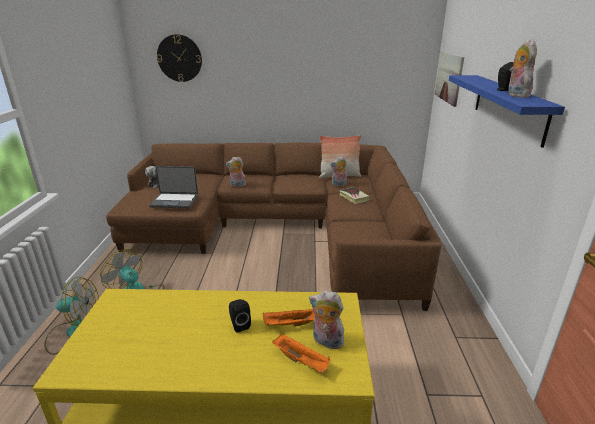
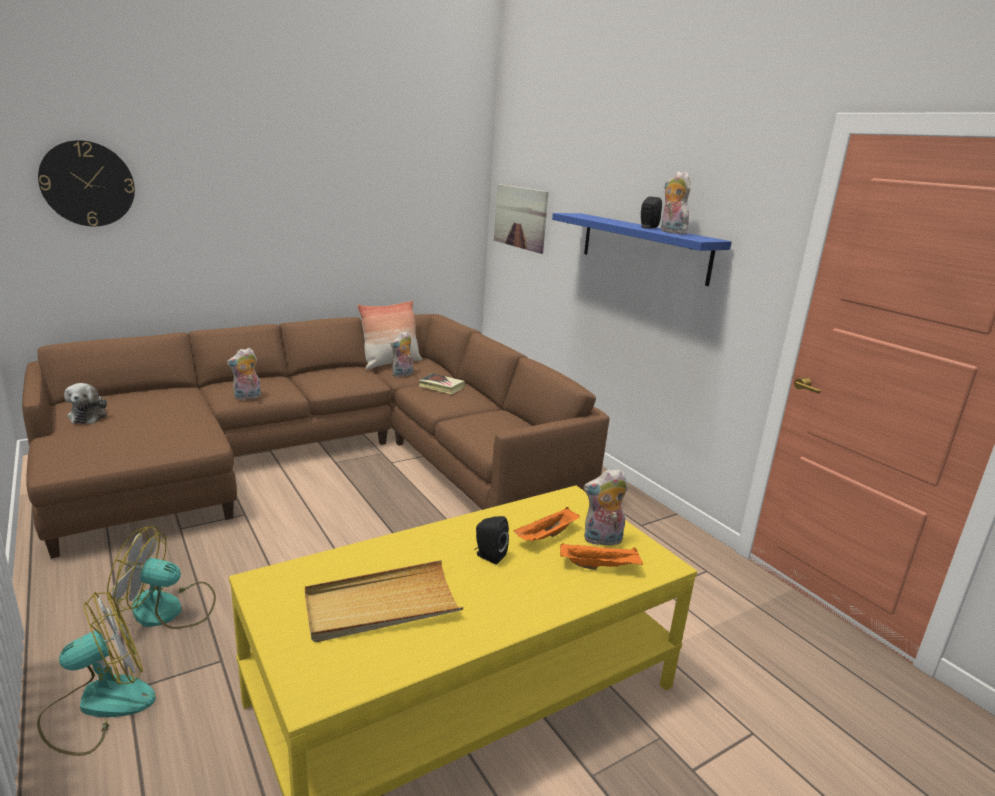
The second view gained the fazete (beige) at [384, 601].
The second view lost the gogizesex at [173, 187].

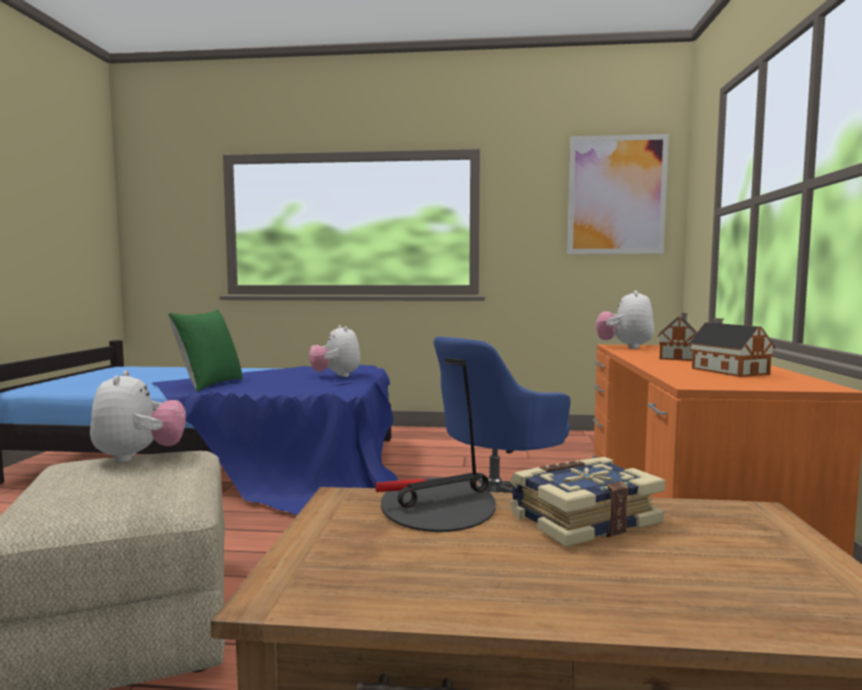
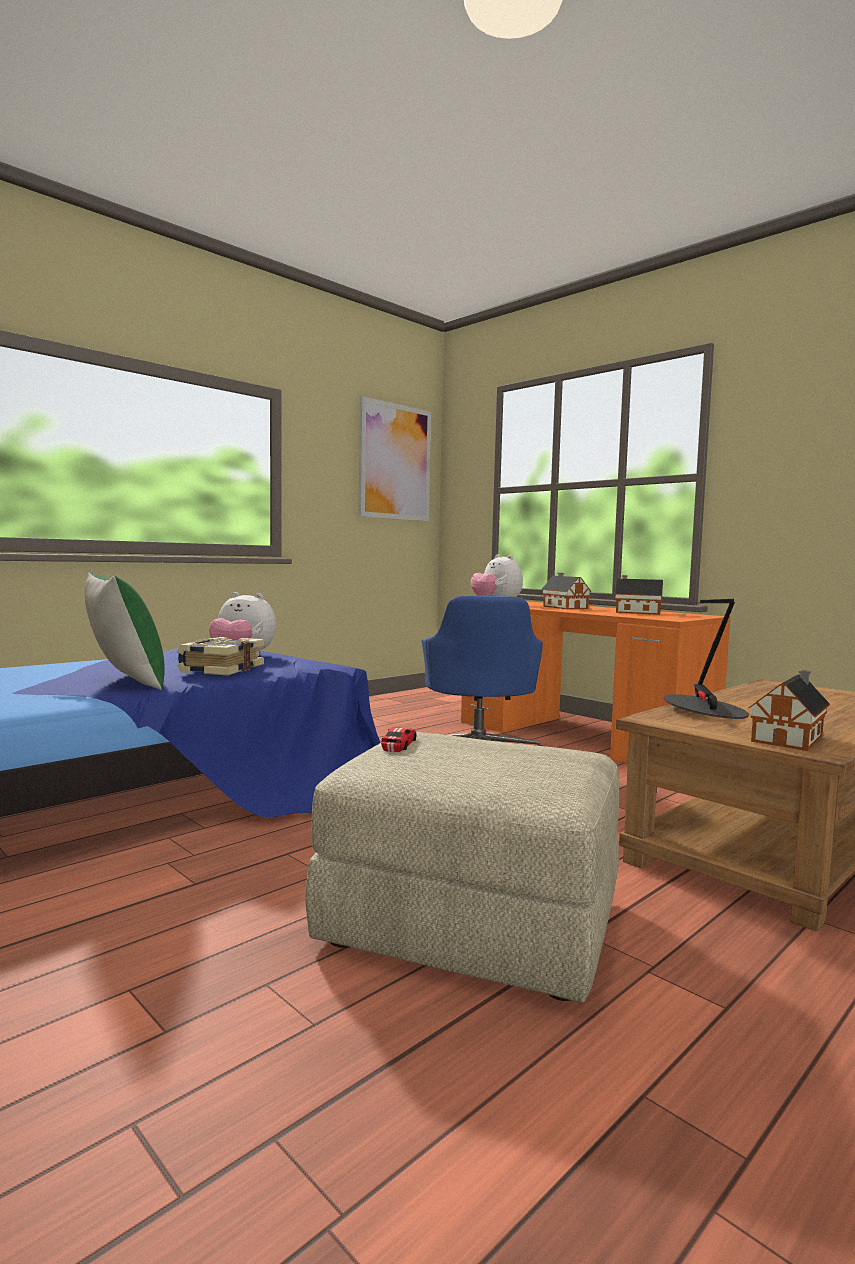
The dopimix ended up elsewhere, having gone from [587, 502] to [220, 656].
Where the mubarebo stood at [138, 416], the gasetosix came to stand at [398, 739].
The second view gained the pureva at [789, 710].

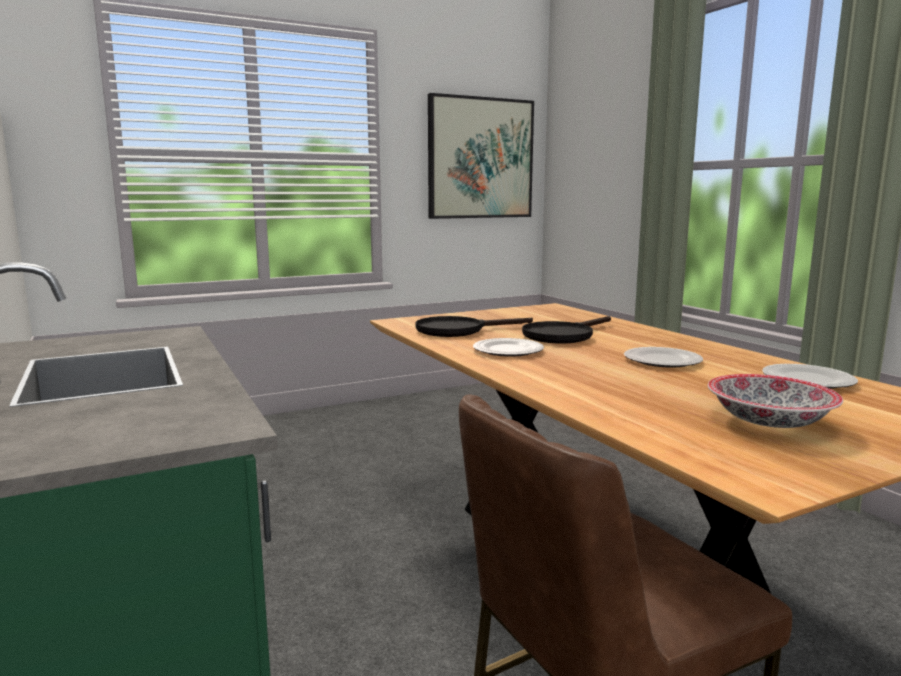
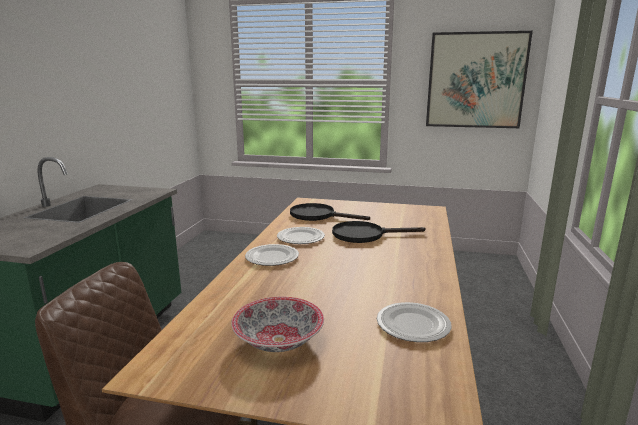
The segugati ended up elsewhere, having gone from [663, 357] to [272, 255].

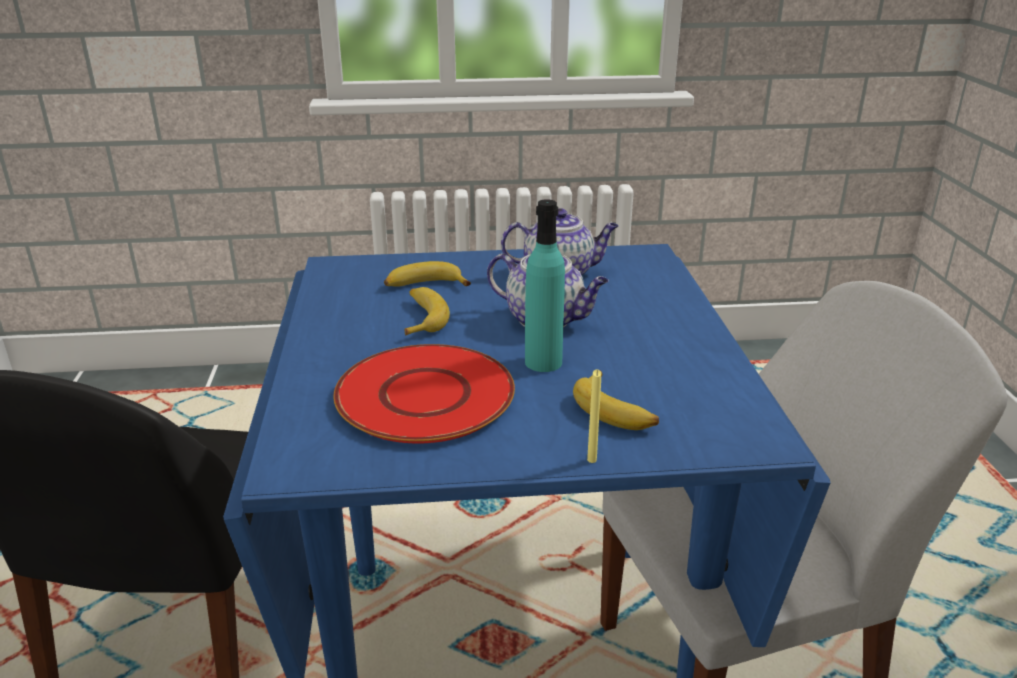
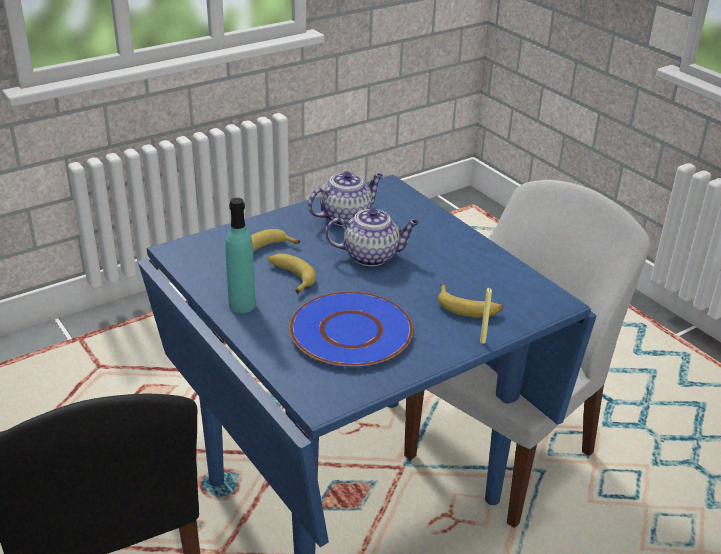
The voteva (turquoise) ended up elsewhere, having gone from [545, 285] to [240, 255].
What was the segugati (red) at [424, 394] turned into the segugati (blue) at [351, 330].

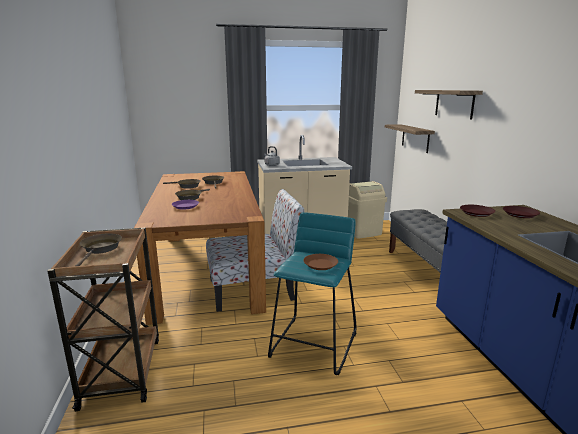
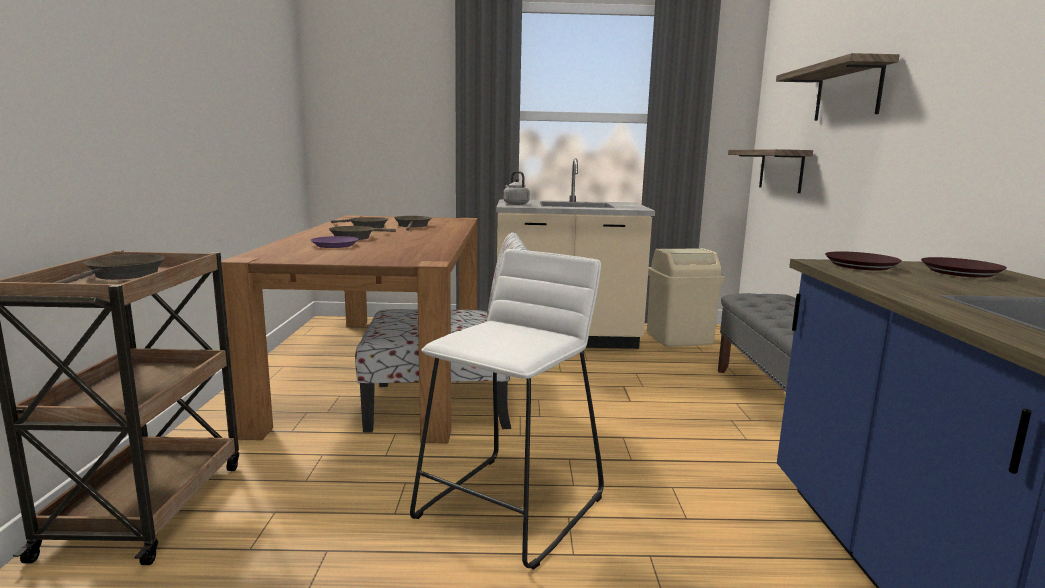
What was the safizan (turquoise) at [312, 293] turned into the safizan (white) at [507, 409].
The second view lost the segugati (brown) at [320, 262].

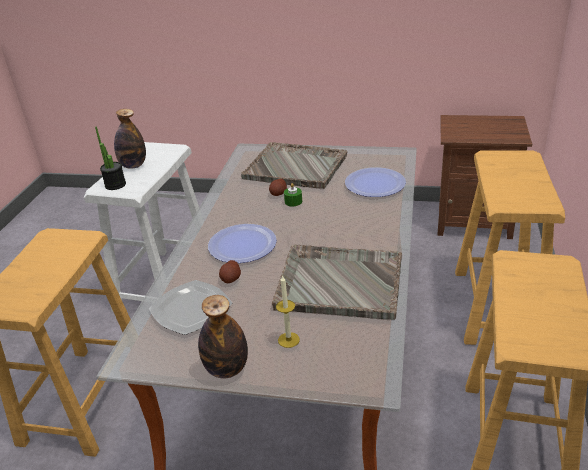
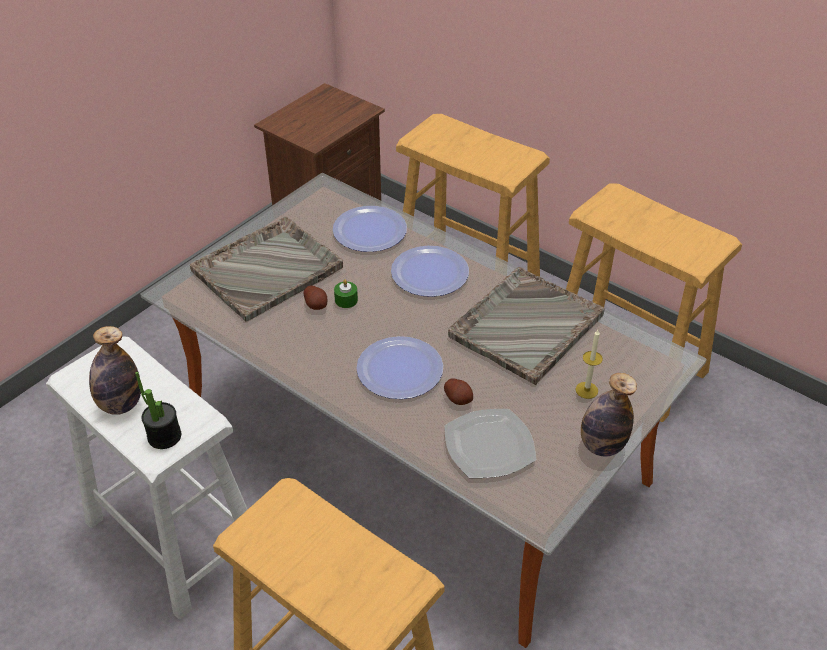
The second view gained the segugati at [430, 271].

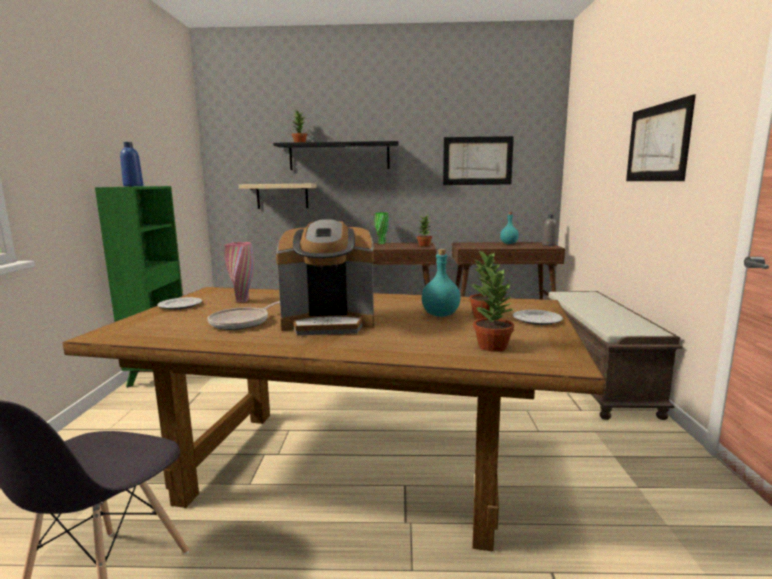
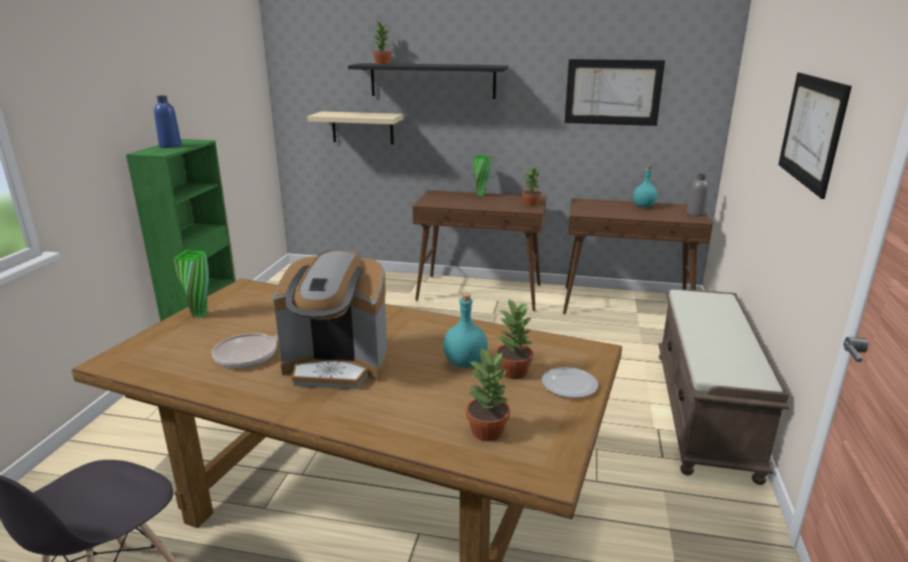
Where the segugati stood at [179, 303], the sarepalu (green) came to stand at [191, 284].
The second view lost the sarepalu (pink) at [239, 272].

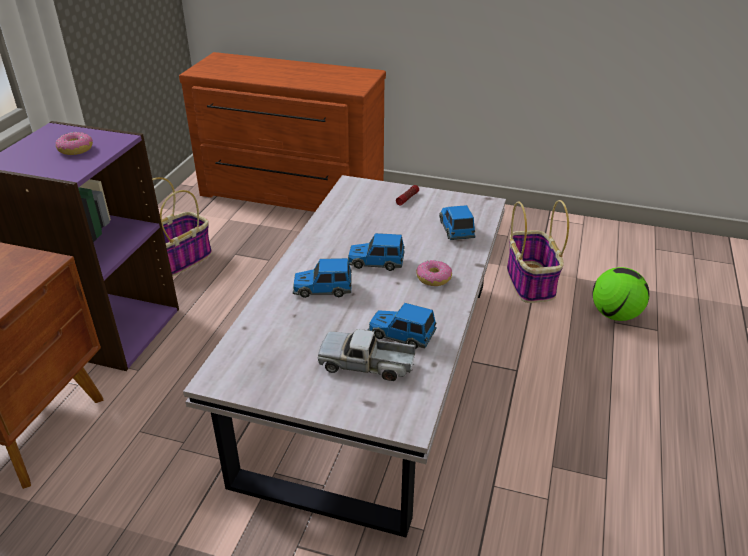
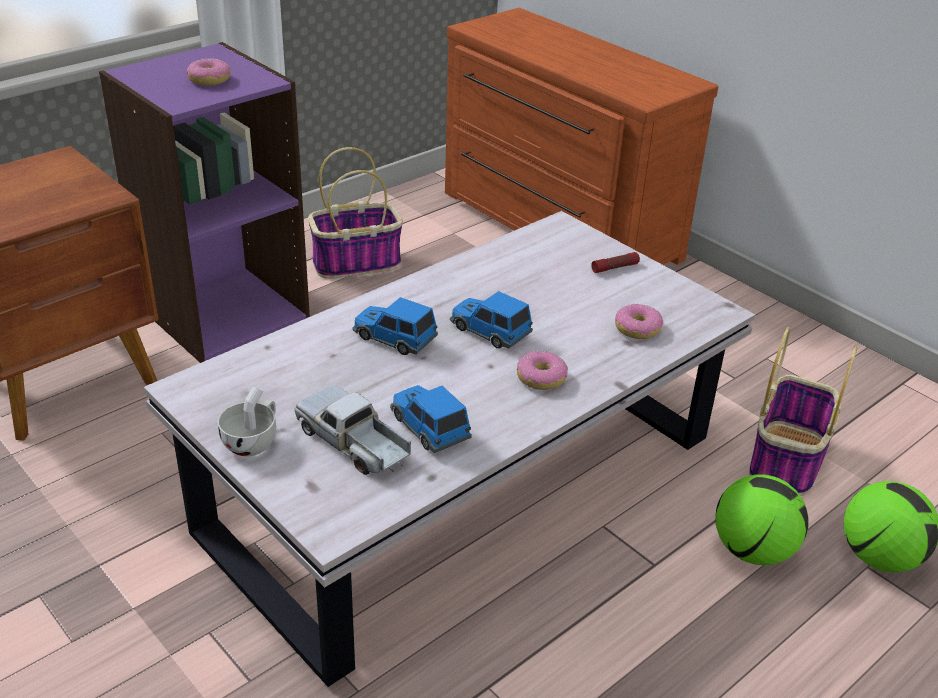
The second view gained the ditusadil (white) at [247, 421].
Where the gasetosix stood at [457, 222], the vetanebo came to stand at [639, 321].
The second view gained the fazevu at [762, 519].

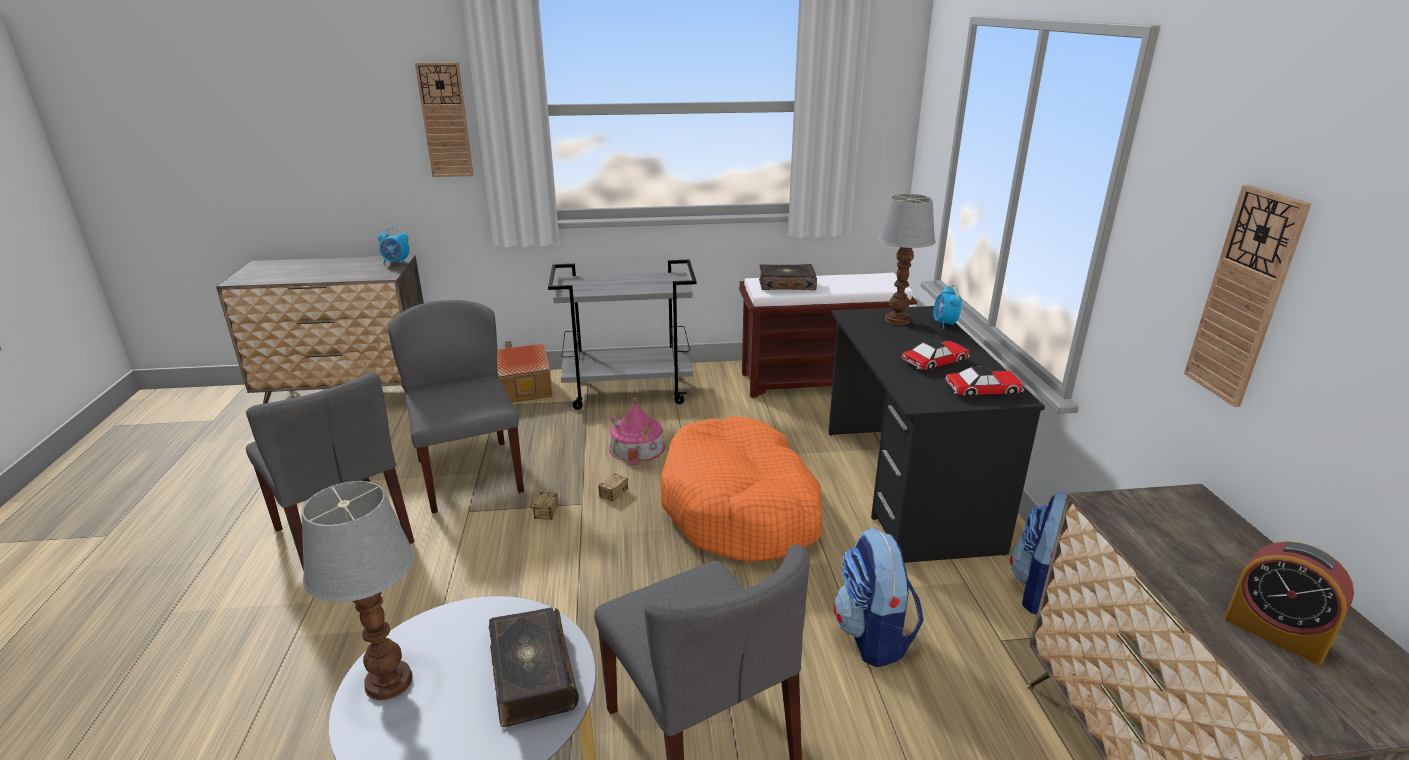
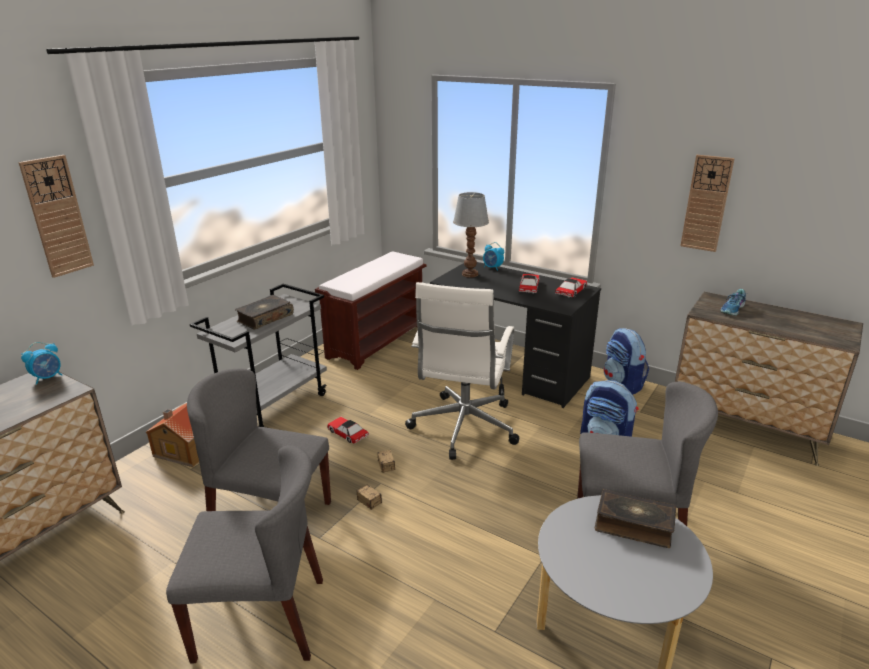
The dopimix ended up elsewhere, having gone from [788, 277] to [264, 312].
Where the pureva stood at [637, 431], the gasetosix came to stand at [348, 430].
Where the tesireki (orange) stood at [741, 489], the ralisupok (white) came to stand at [462, 371].
The second view gained the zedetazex at [733, 302].
The second view lost the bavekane at [358, 590].
The second view lost the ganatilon at [1289, 603].

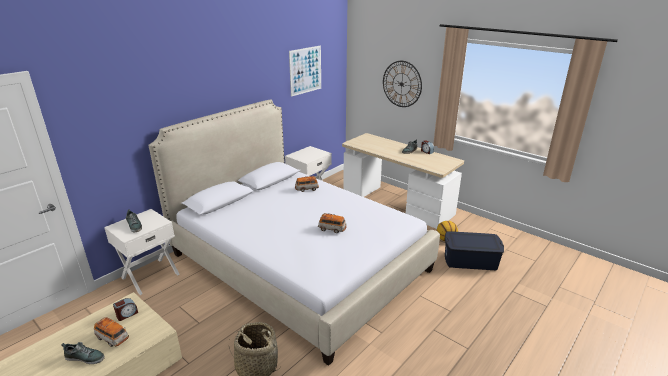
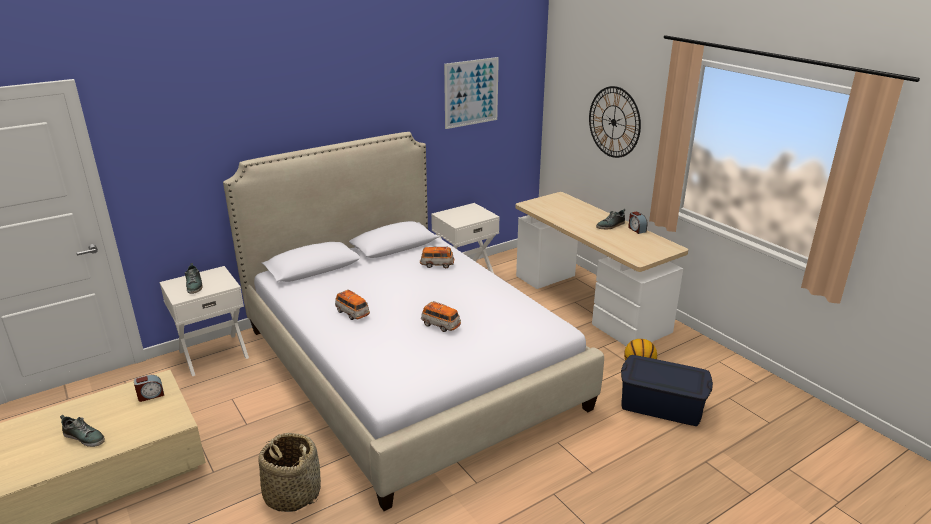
The gasetosix ended up elsewhere, having gone from [111, 332] to [352, 304].

